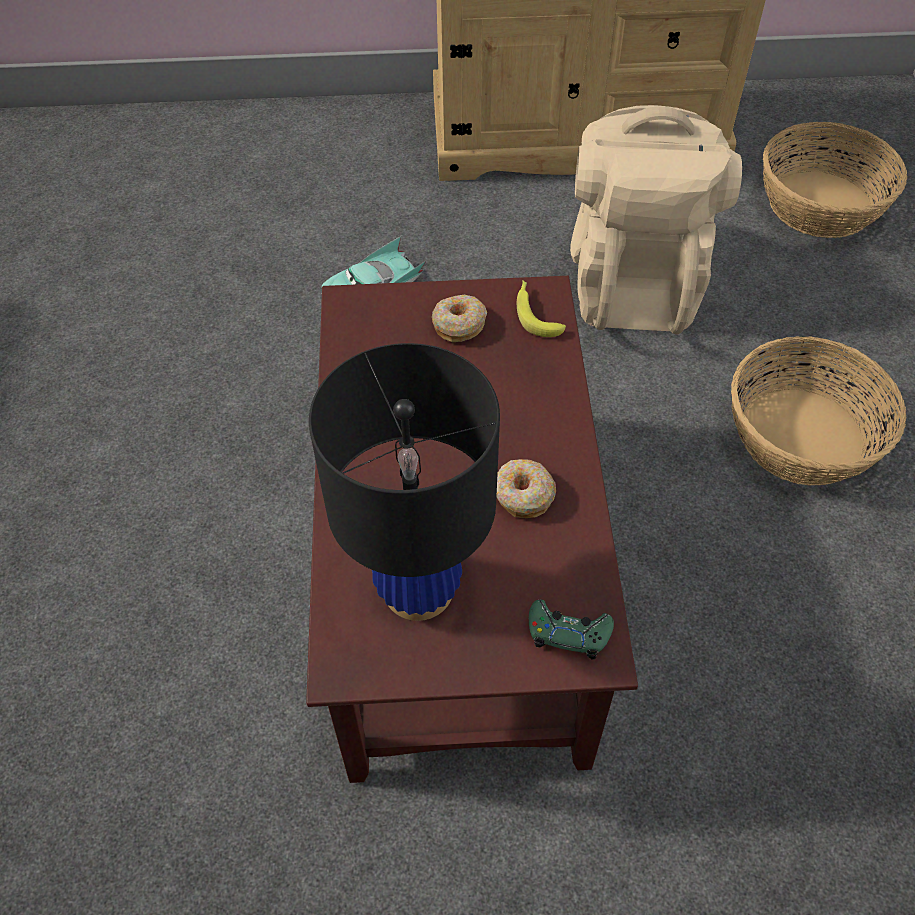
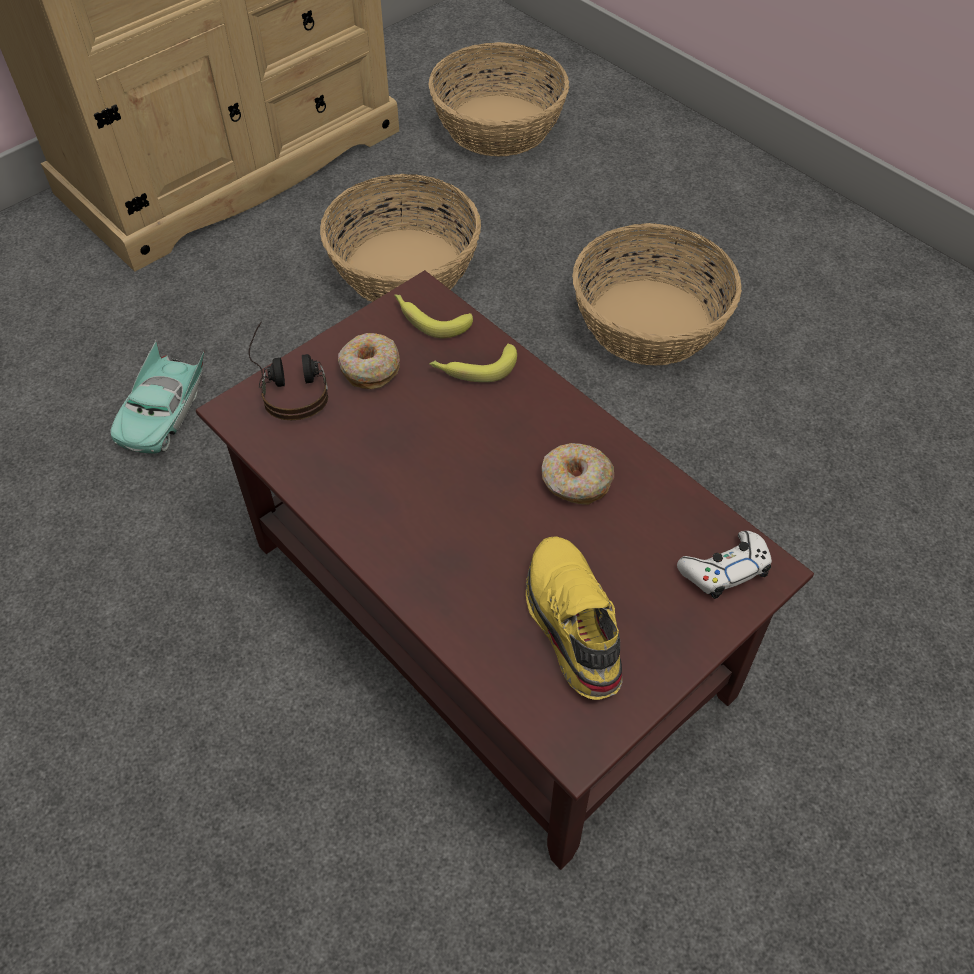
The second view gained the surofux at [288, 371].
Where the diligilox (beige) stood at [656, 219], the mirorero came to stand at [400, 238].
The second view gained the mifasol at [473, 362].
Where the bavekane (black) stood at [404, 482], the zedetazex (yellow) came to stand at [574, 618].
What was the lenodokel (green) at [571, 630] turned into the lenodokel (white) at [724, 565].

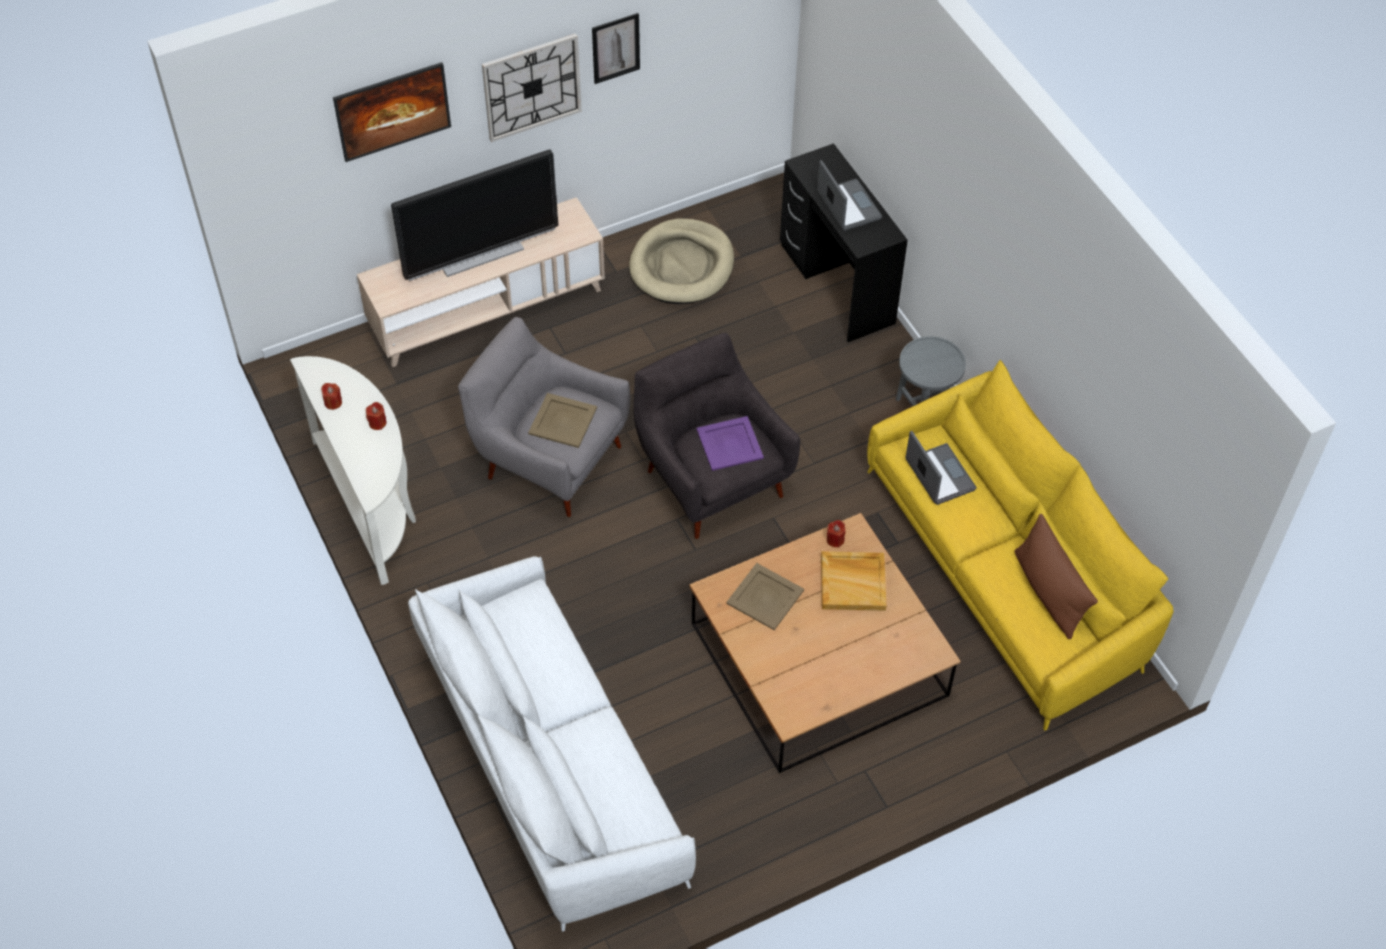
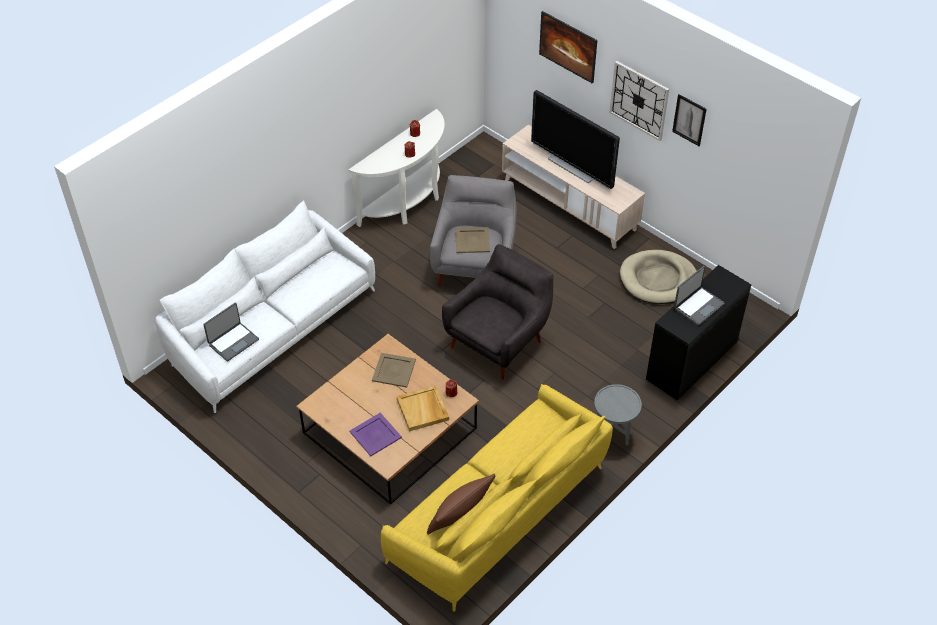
The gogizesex ended up elsewhere, having gone from [941, 468] to [231, 332].
The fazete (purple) ended up elsewhere, having gone from [730, 443] to [376, 434].

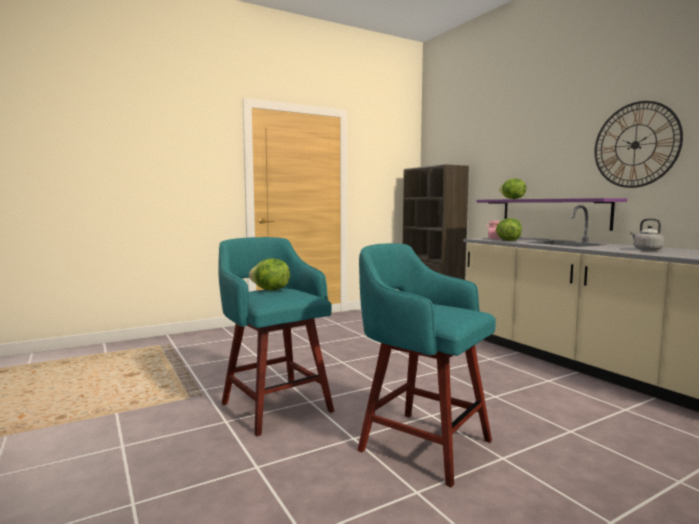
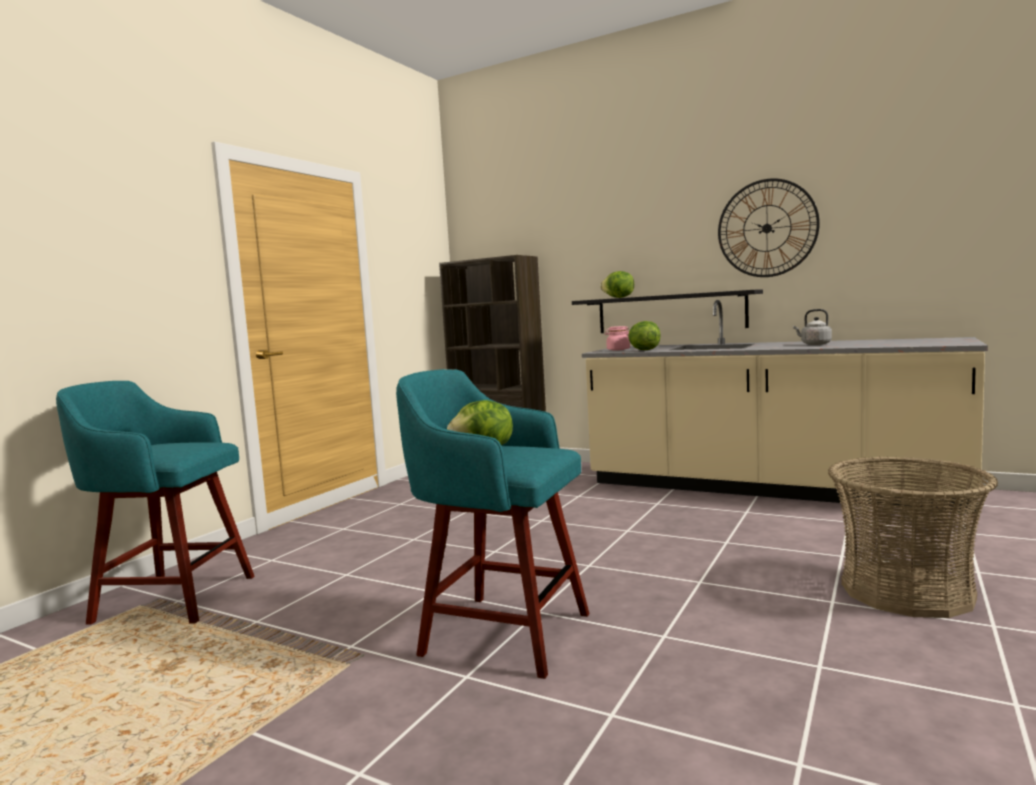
The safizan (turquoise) ended up elsewhere, having gone from [426, 365] to [155, 503].
What was the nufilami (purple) at [551, 214] turned into the nufilami (black) at [667, 311].
The second view gained the mirorero at [913, 537].

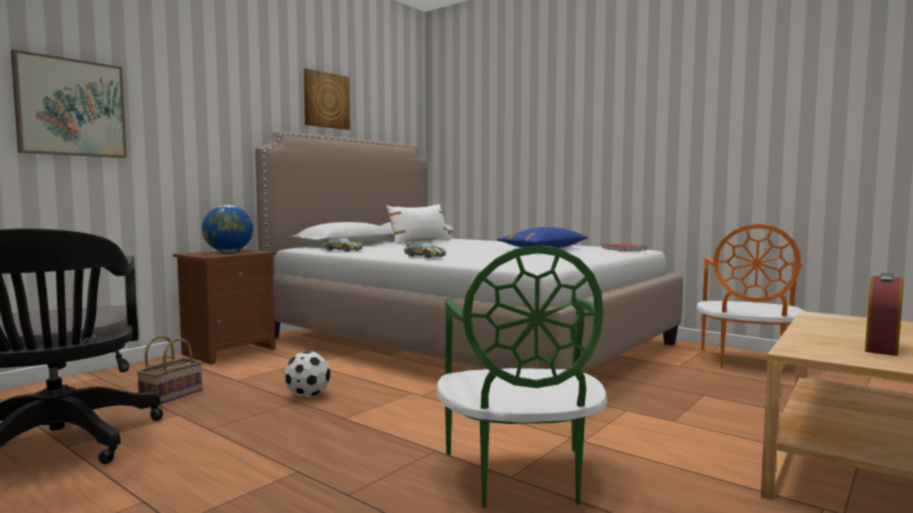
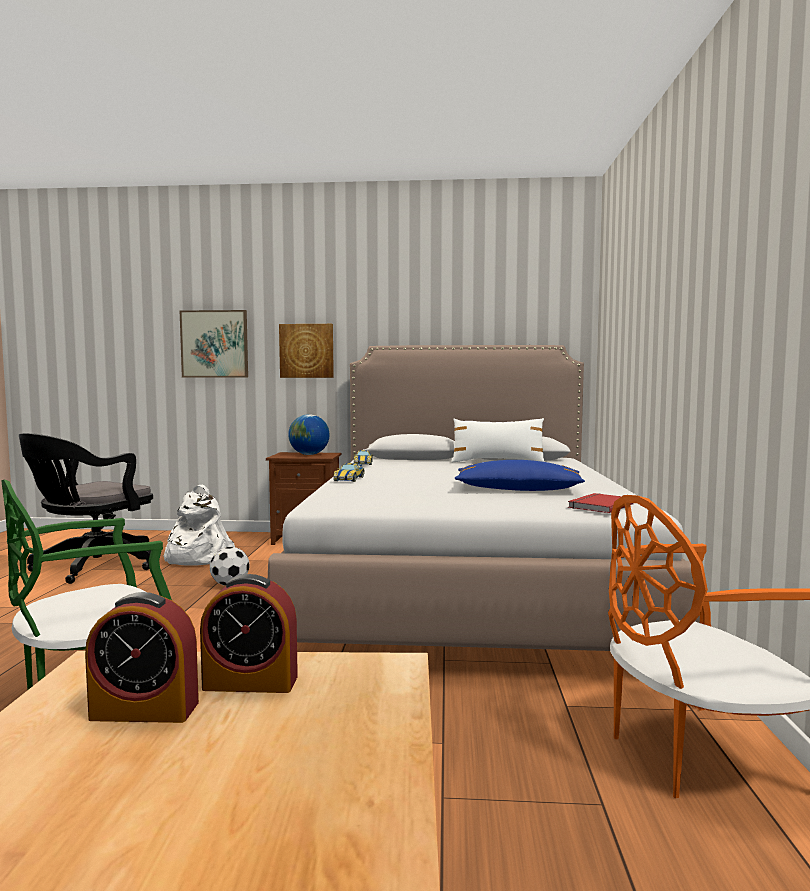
Where the mirorero stood at [169, 369], the diligilox (white) came to stand at [199, 525].
The second view gained the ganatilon at [249, 633].
The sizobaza ended up elsewhere, having gone from [327, 99] to [306, 351].

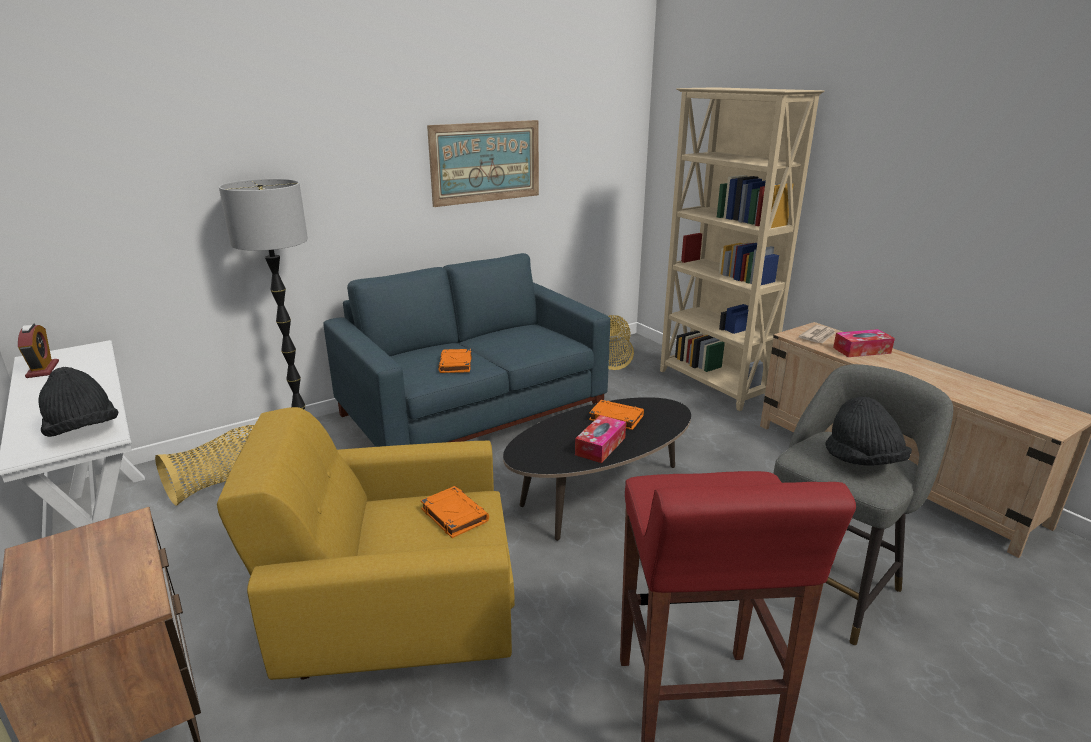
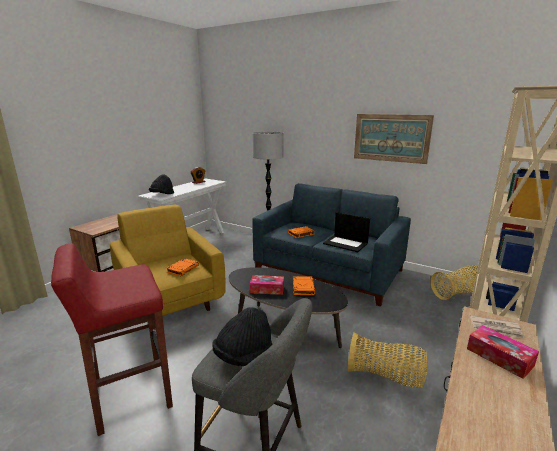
The second view gained the gogizesex at [346, 232].
The mirorero ended up elsewhere, having gone from [204, 465] to [388, 360].

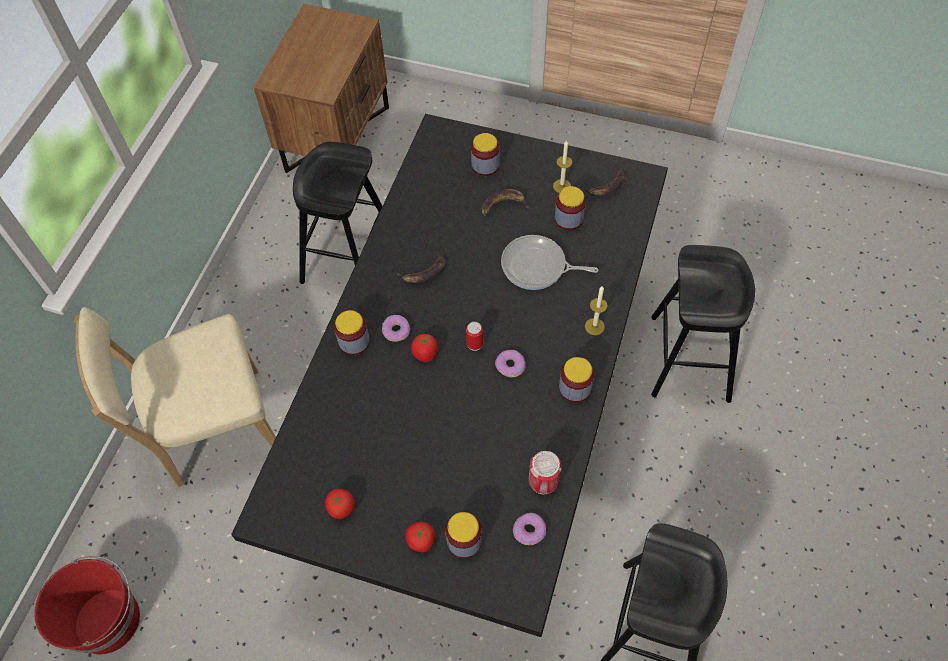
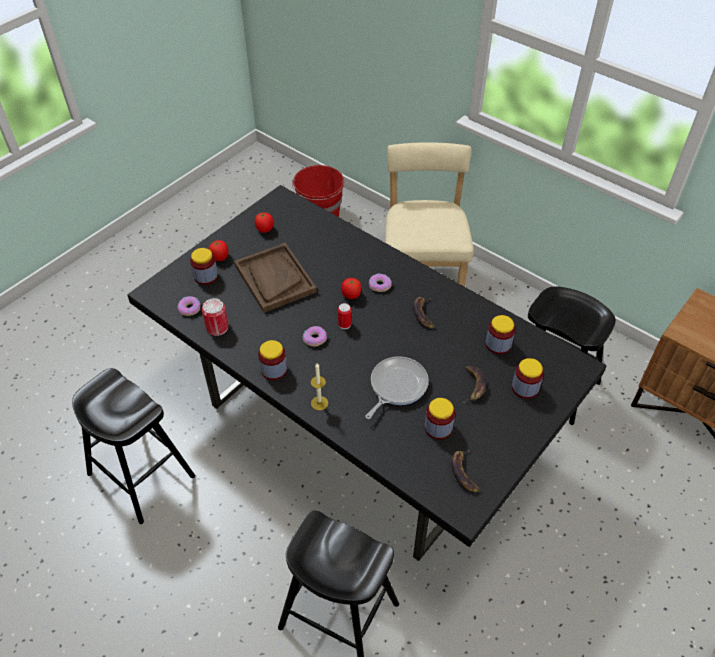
The second view gained the fazete (brown) at [275, 278].
The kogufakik ended up elsewhere, having gone from [352, 332] to [500, 334].
The second view lost the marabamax at [562, 166].

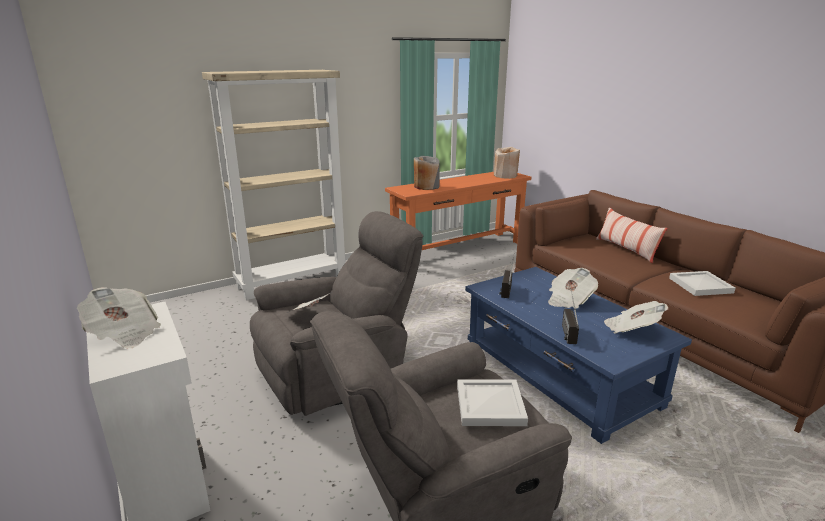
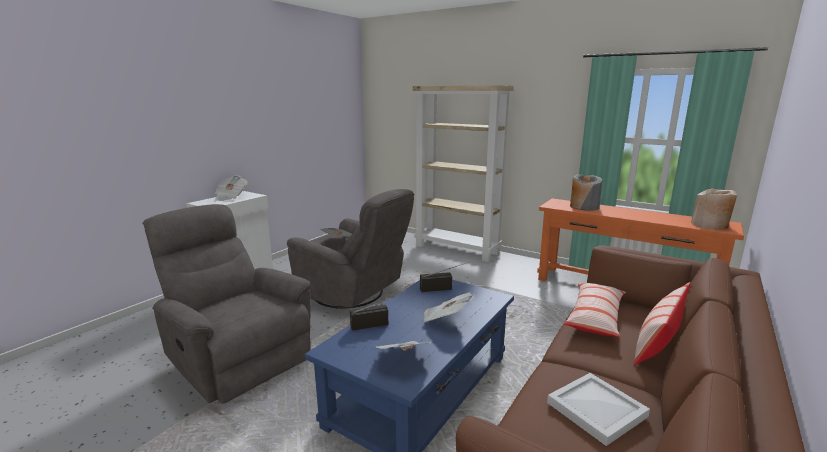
The second view gained the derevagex at [594, 310].
The second view lost the fazete (white) at [492, 402].

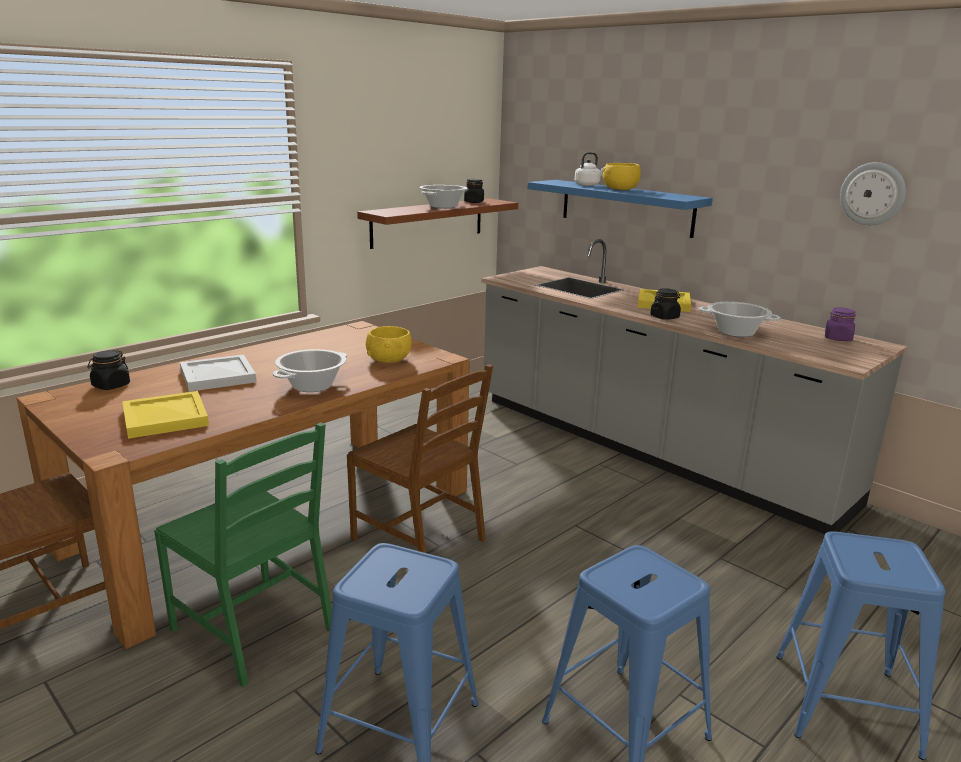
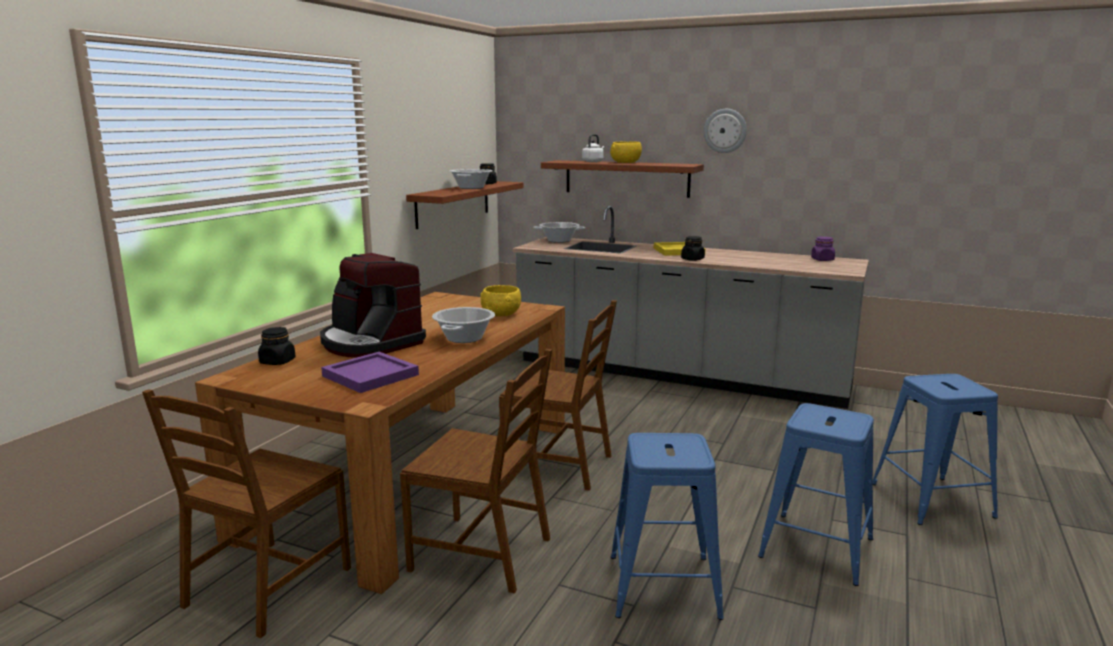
Where the fazete (white) stood at [218, 373], the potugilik came to stand at [373, 305].
What was the fazete (yellow) at [165, 415] turned into the fazete (purple) at [370, 372].
What was the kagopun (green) at [243, 554] turned into the kagopun (brown) at [476, 471].
The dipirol ended up elsewhere, having gone from [739, 319] to [559, 232].
What was the nufilami (blue) at [620, 209] turned into the nufilami (brown) at [622, 179].
The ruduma ended up elsewhere, having gone from [873, 193] to [725, 131].

